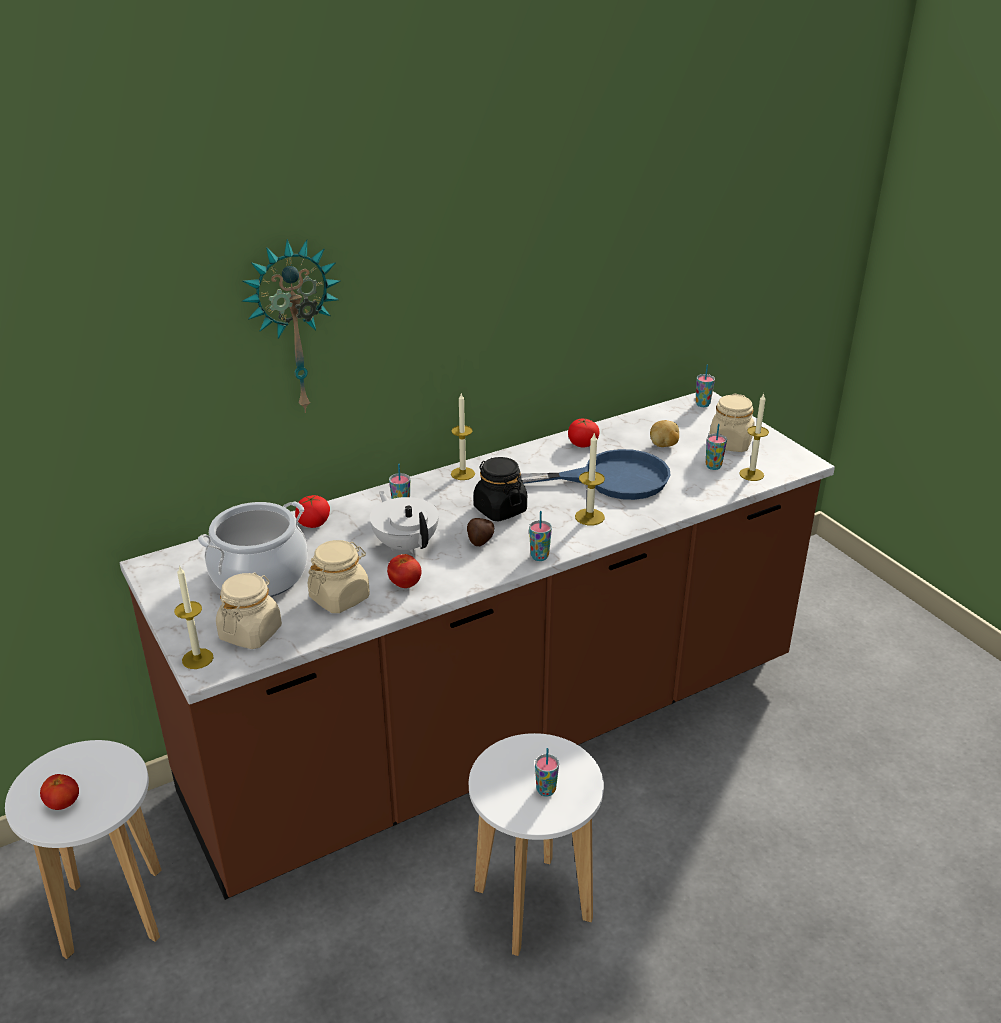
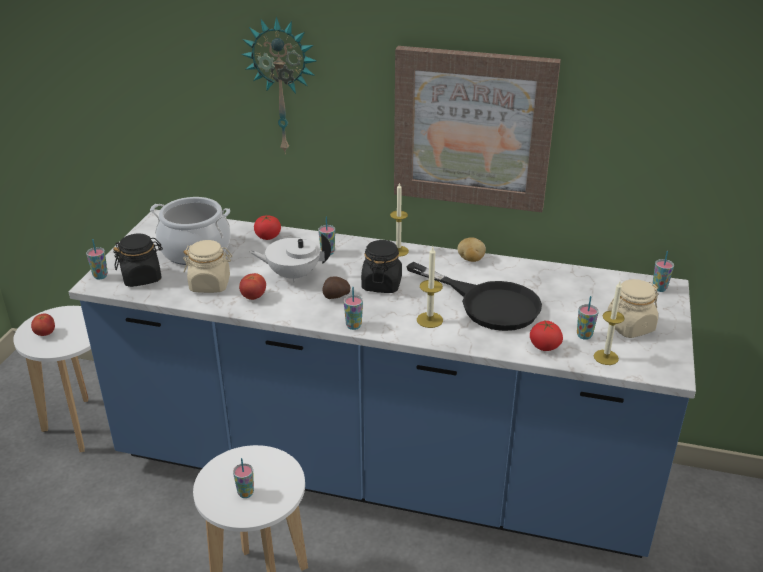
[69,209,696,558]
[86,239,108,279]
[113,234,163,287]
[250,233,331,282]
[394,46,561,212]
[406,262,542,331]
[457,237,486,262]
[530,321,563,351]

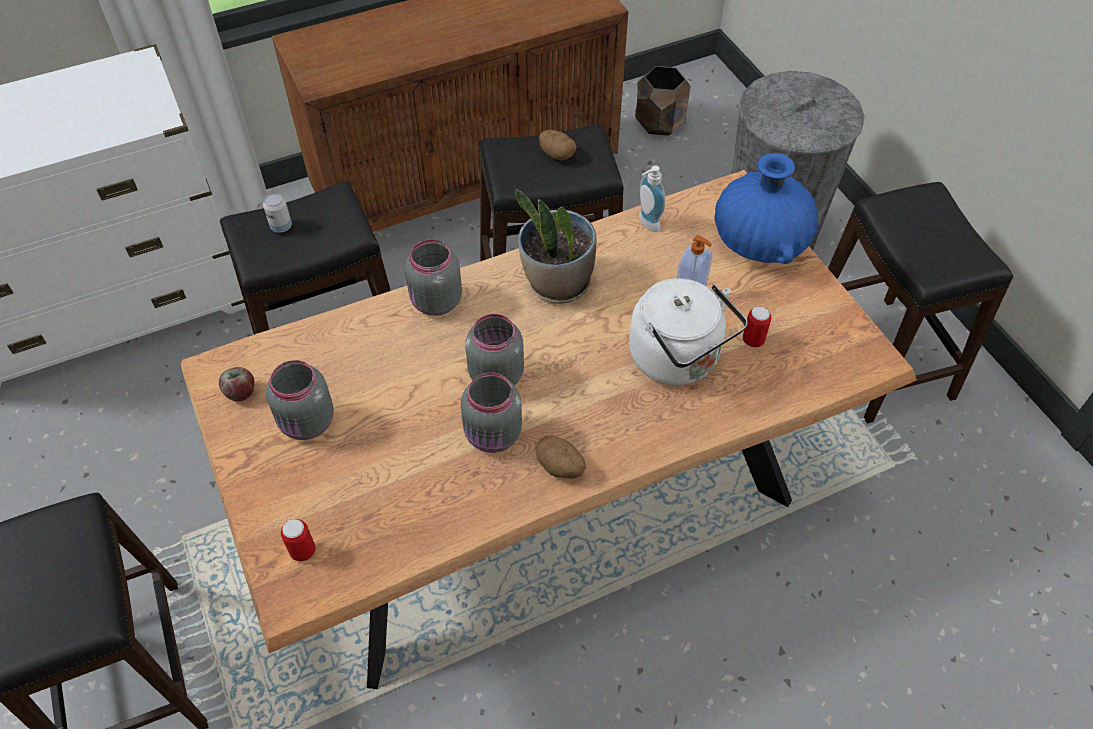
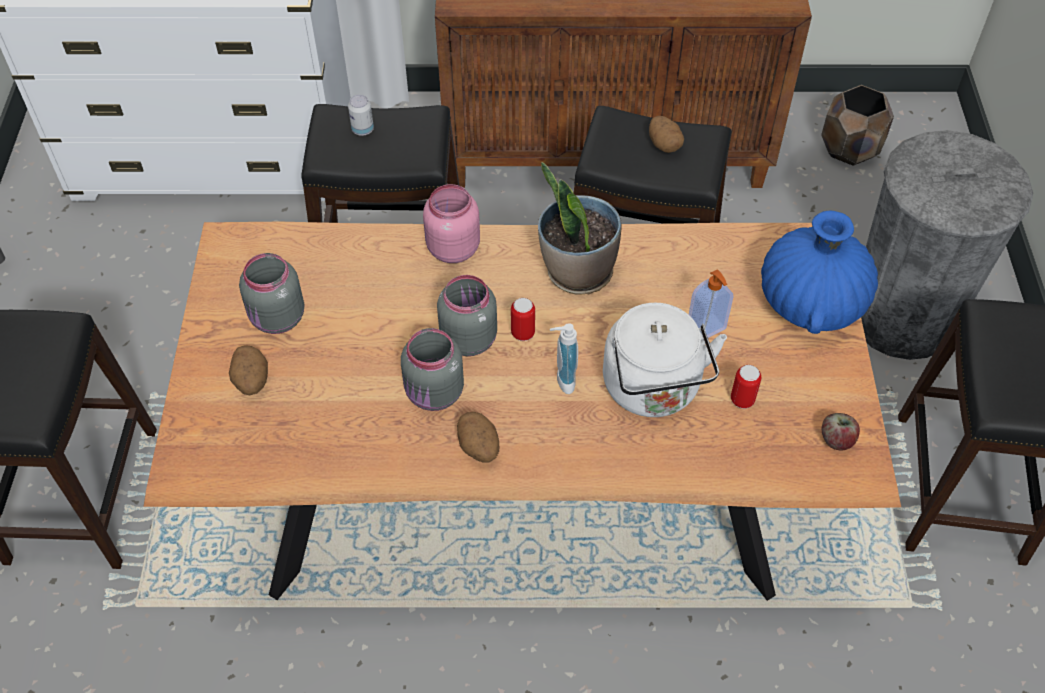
[229,345,268,395]
[423,184,480,263]
[511,298,535,341]
[550,323,578,394]
[822,413,860,451]

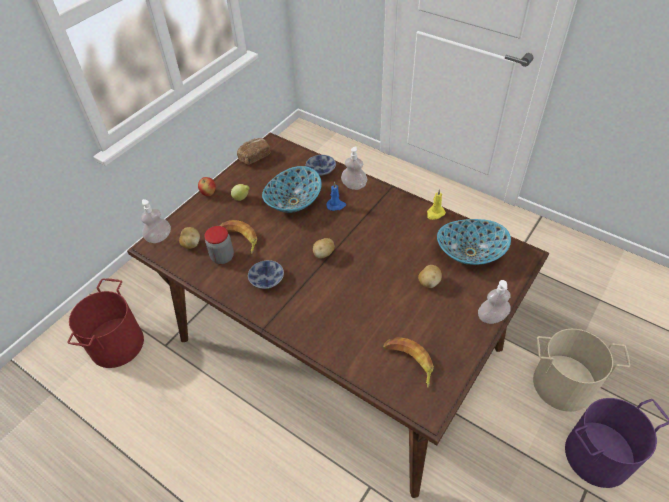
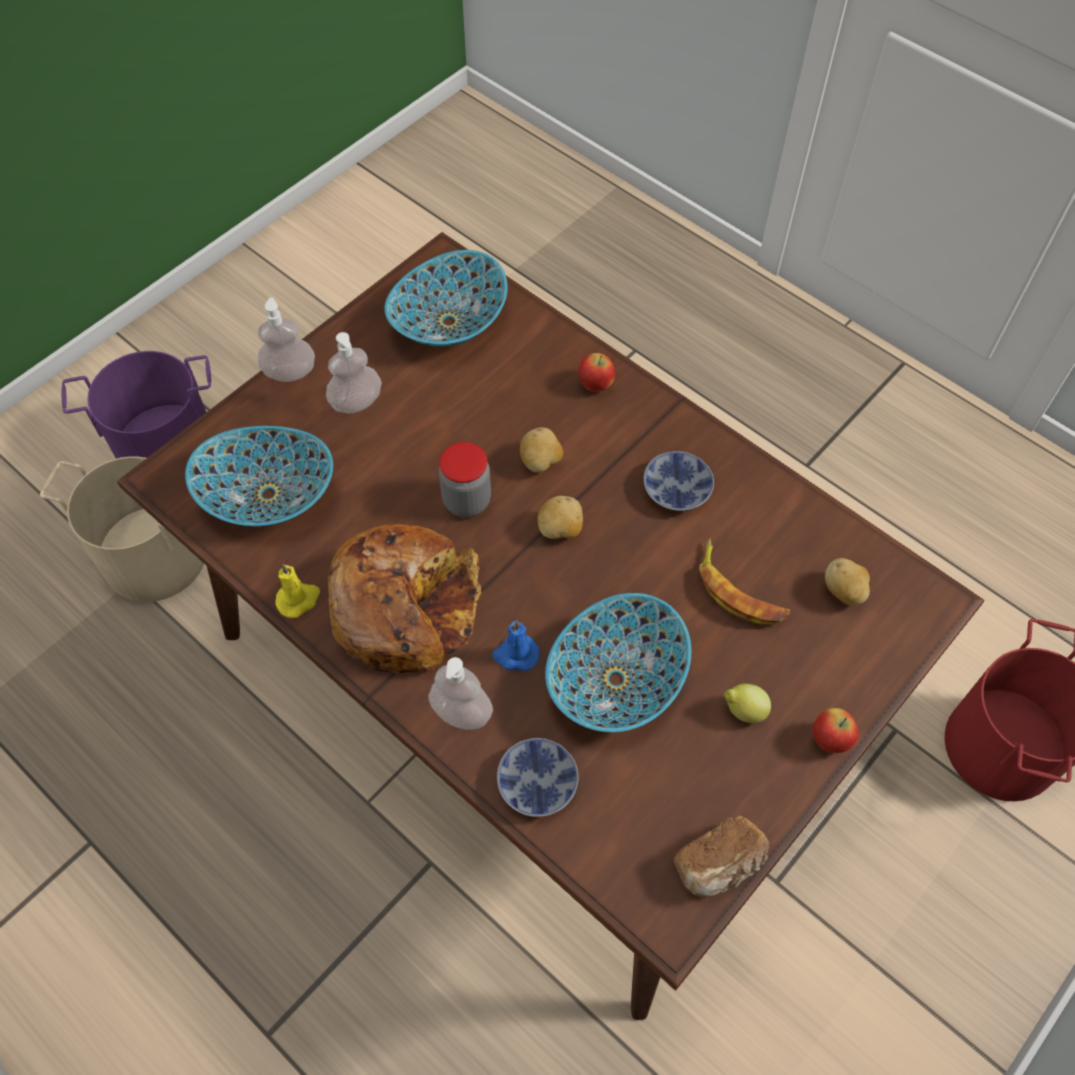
[326,332,382,413]
[328,524,481,674]
[384,250,508,347]
[439,442,491,517]
[520,427,563,473]
[578,353,615,392]

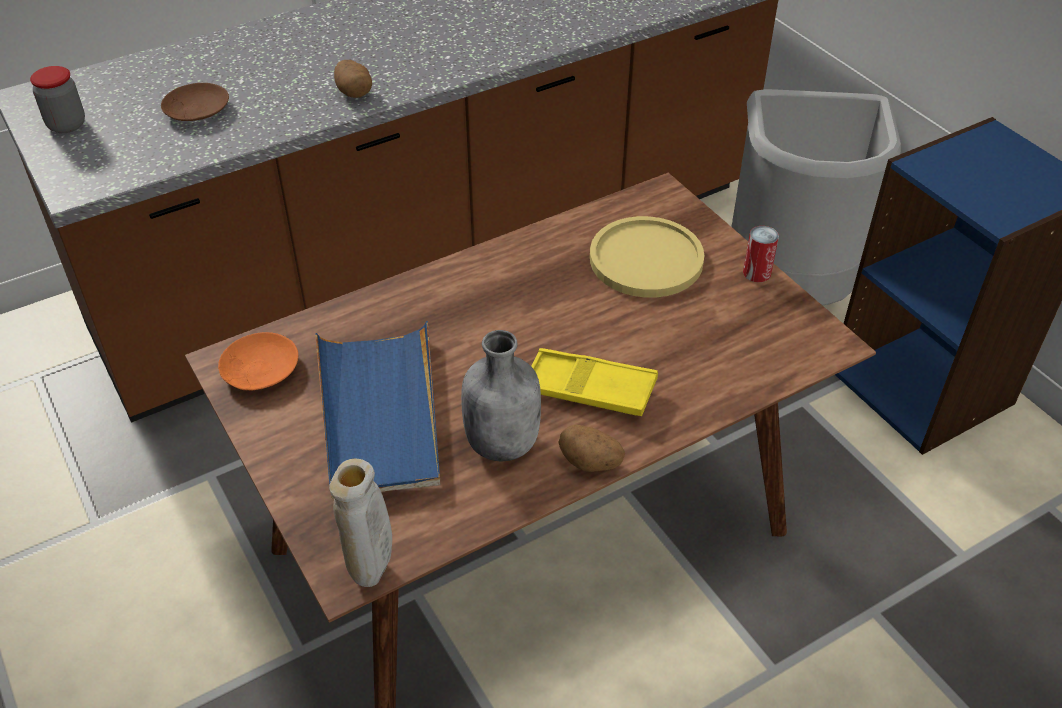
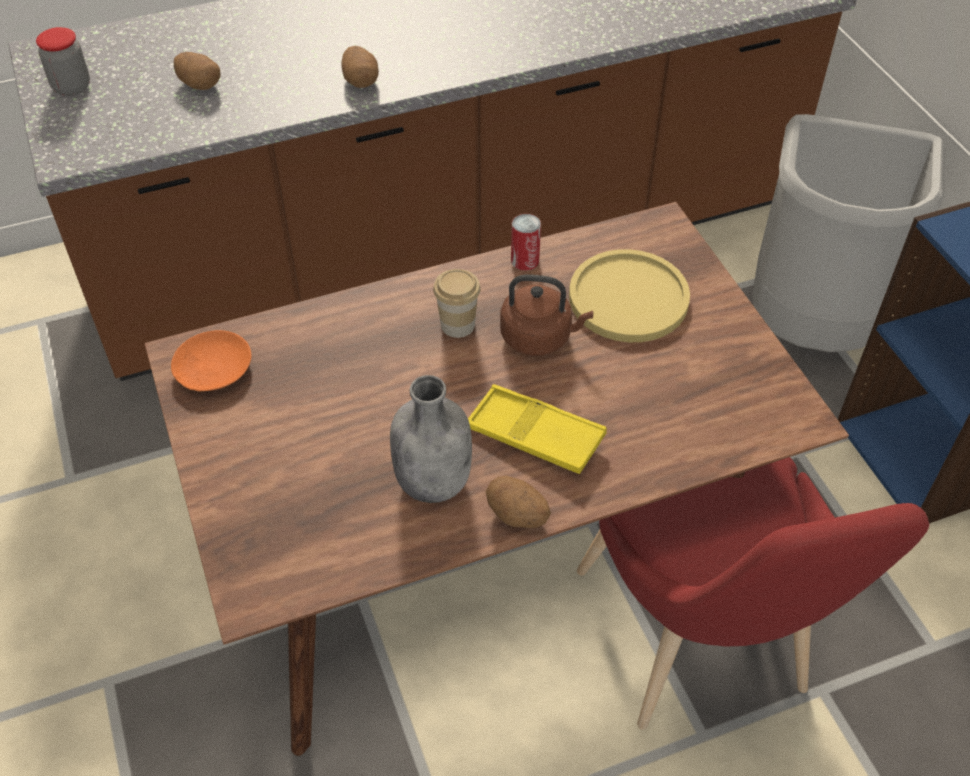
[174,52,221,90]
[433,269,481,338]
[500,274,593,356]
[511,214,541,271]
[577,457,929,730]
[315,321,440,499] (first image)
[329,459,392,587] (first image)

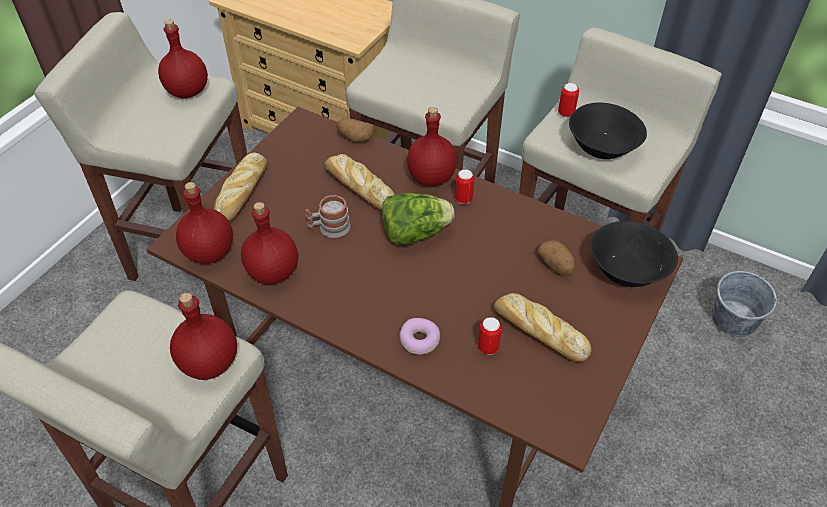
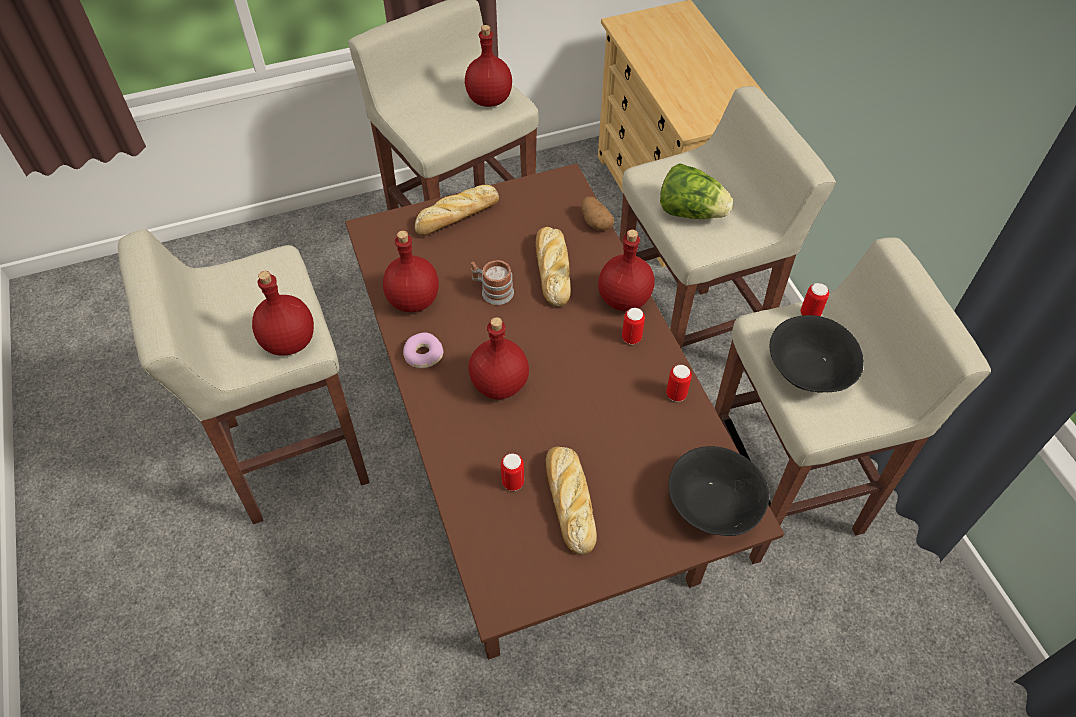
[403,332,443,368]
[468,317,529,400]
[660,164,733,219]
[666,365,692,402]
[537,240,575,275] (first image)
[711,271,778,337] (first image)

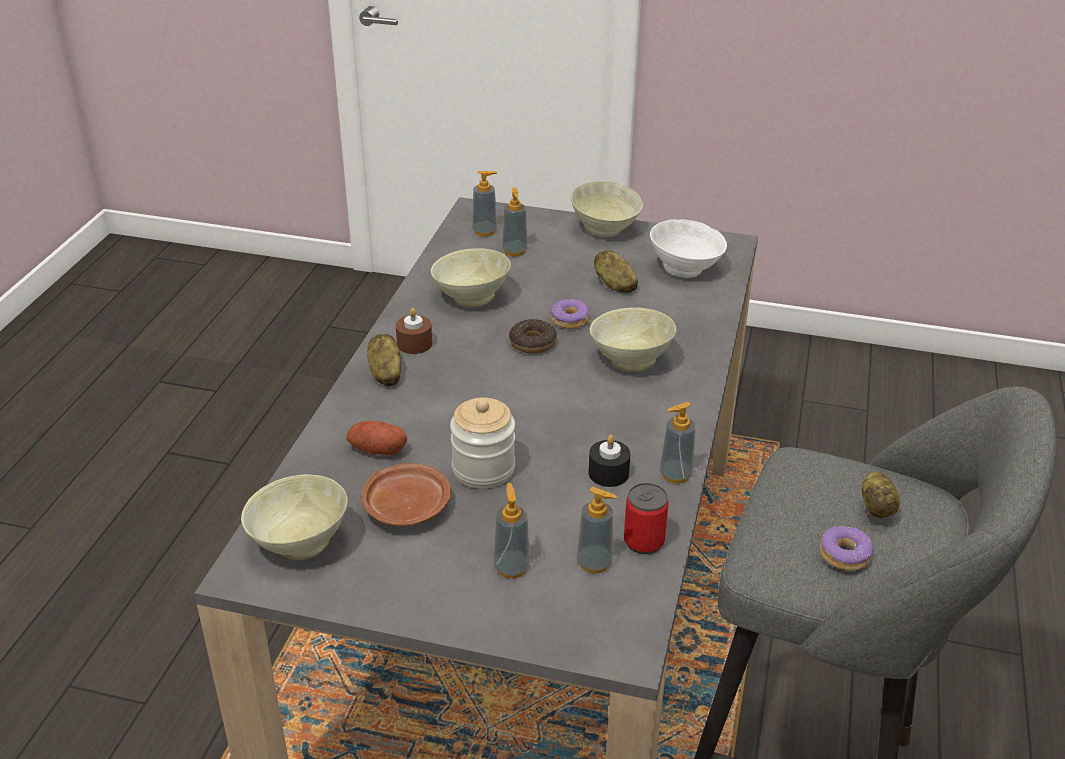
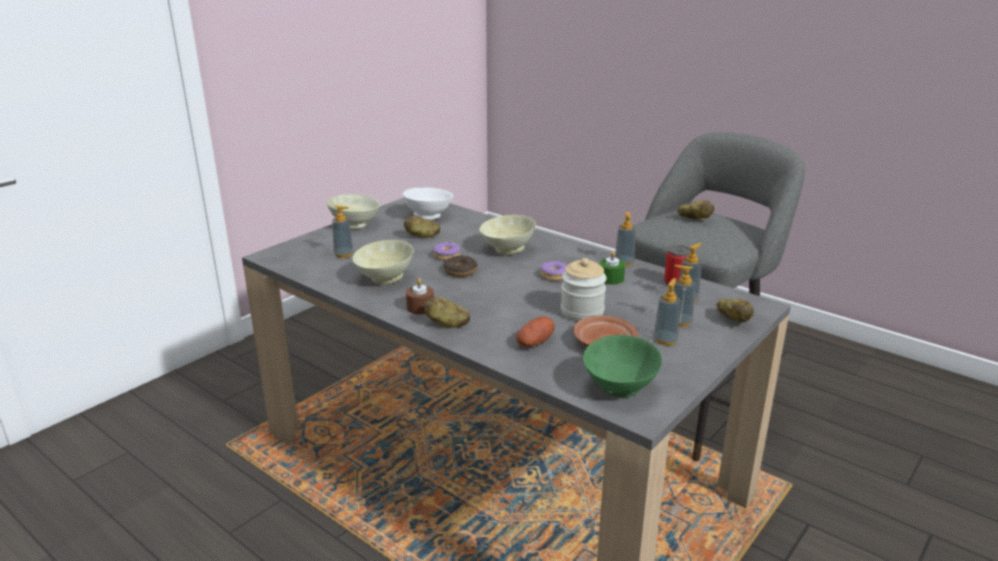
[540,261,567,281]
[583,335,662,397]
[599,251,625,285]
[653,278,681,345]
[717,299,754,323]

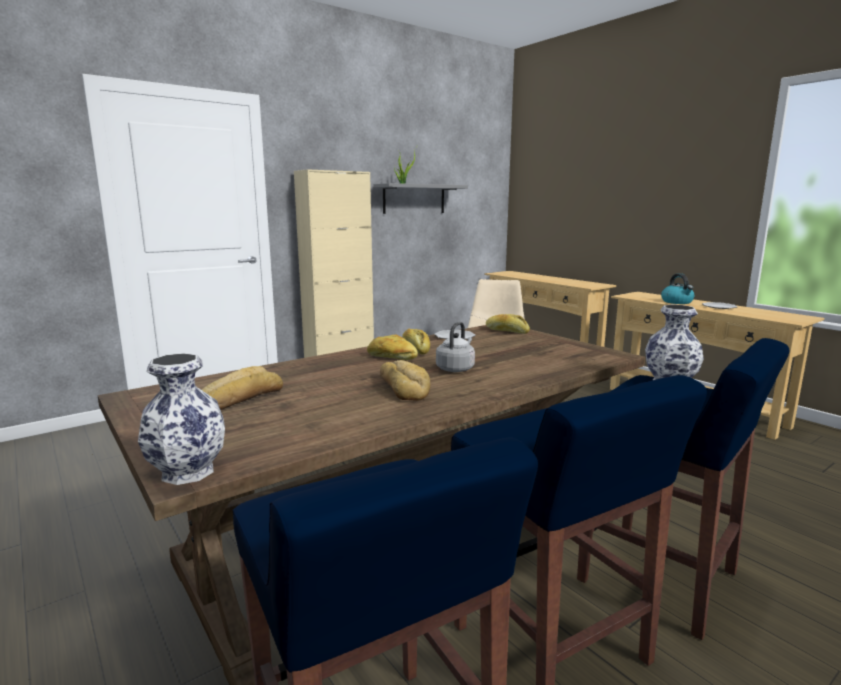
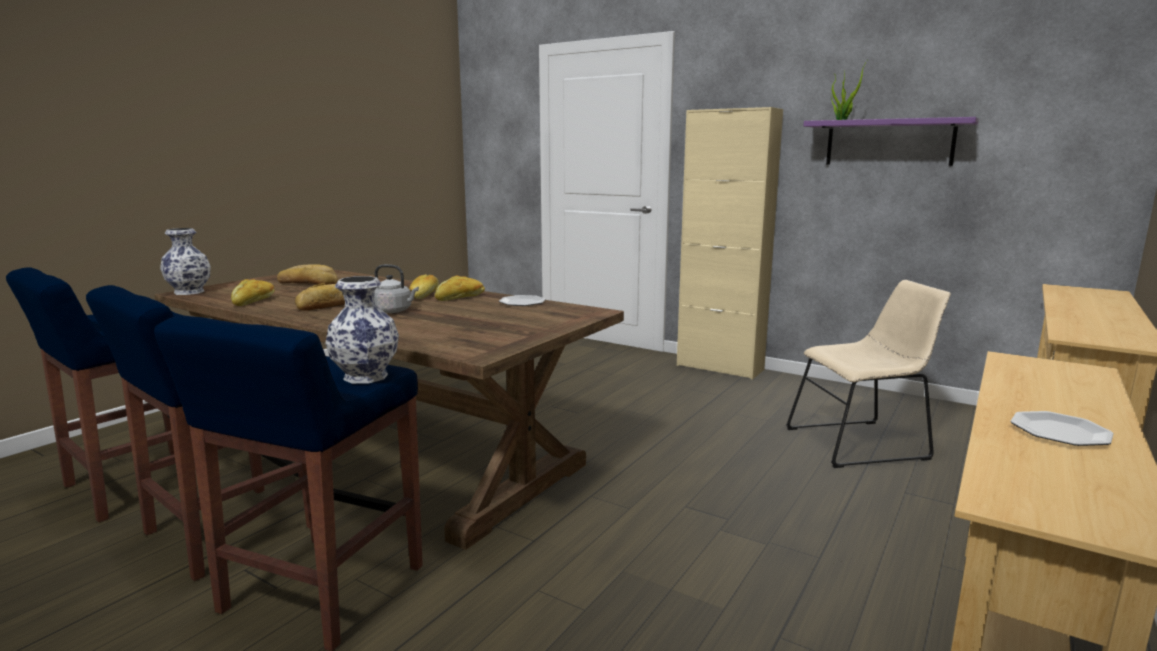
[231,279,275,306]
[804,117,979,166]
[661,273,694,304] (first image)

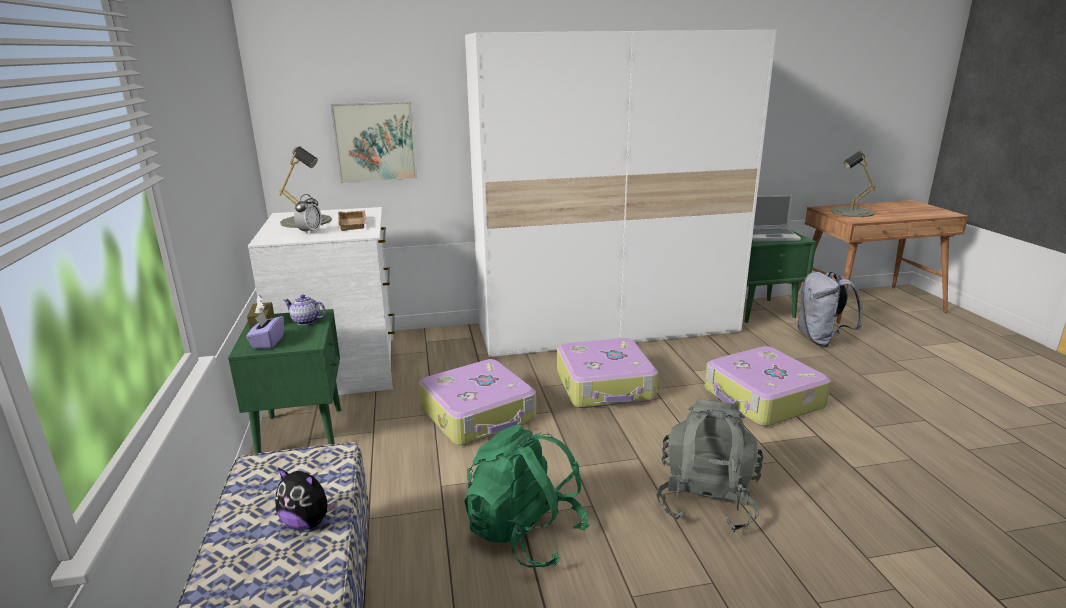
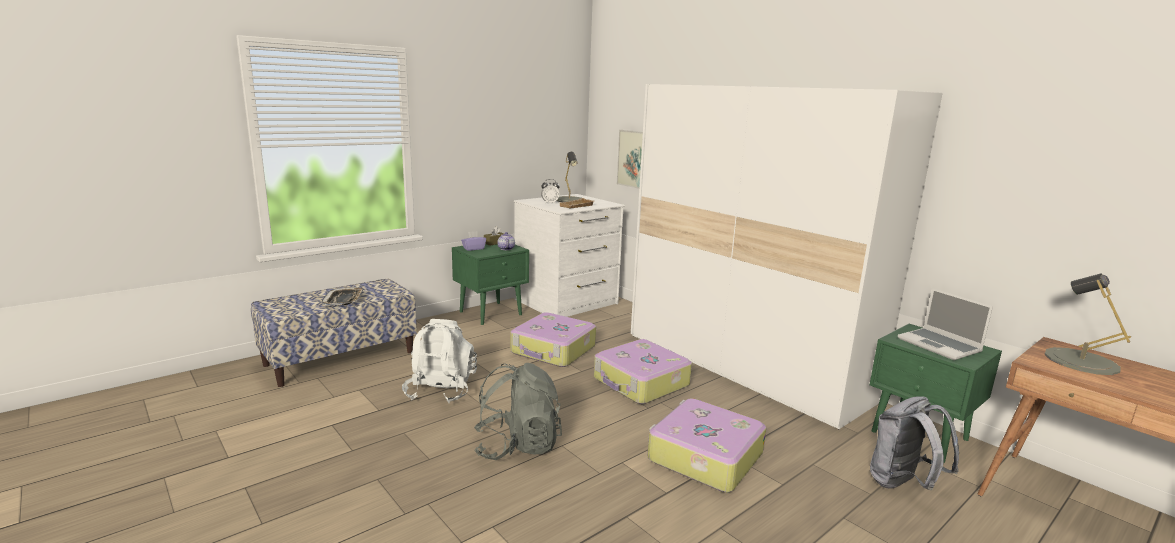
[322,287,364,306]
[402,319,477,403]

